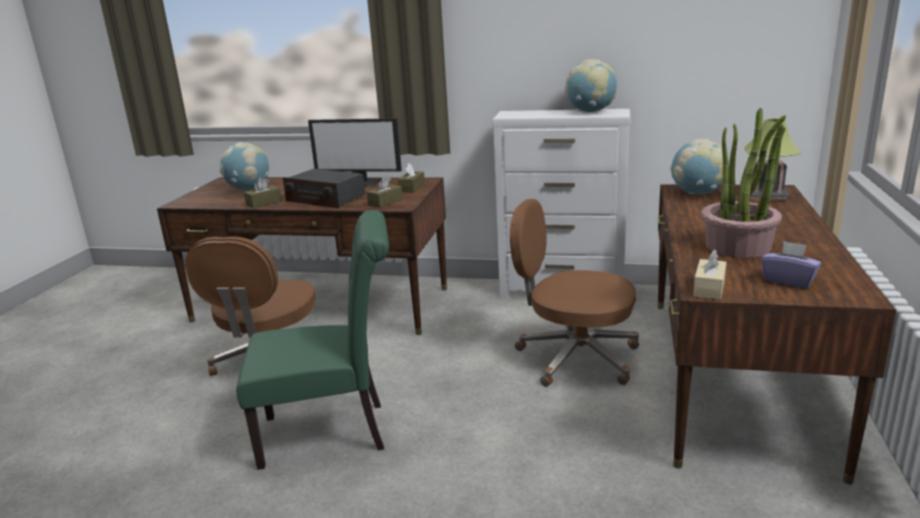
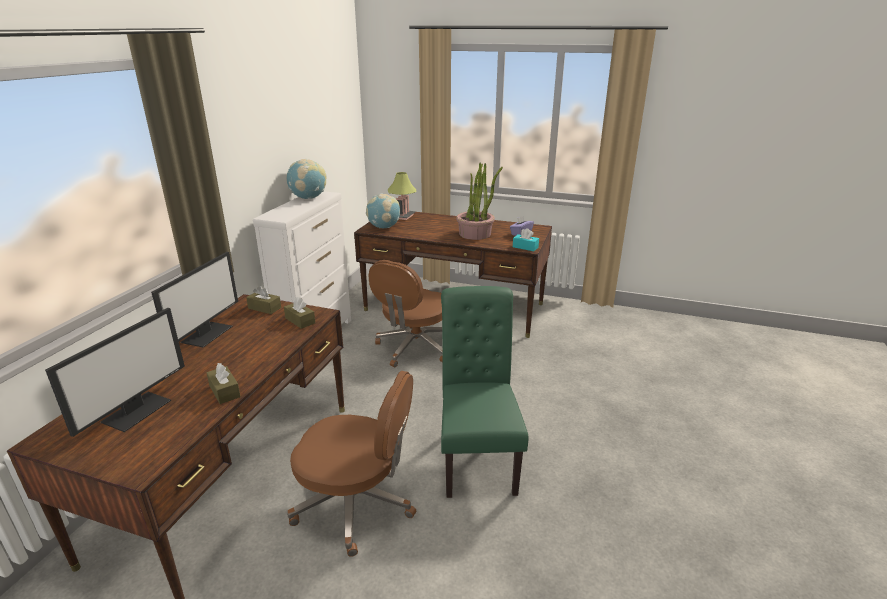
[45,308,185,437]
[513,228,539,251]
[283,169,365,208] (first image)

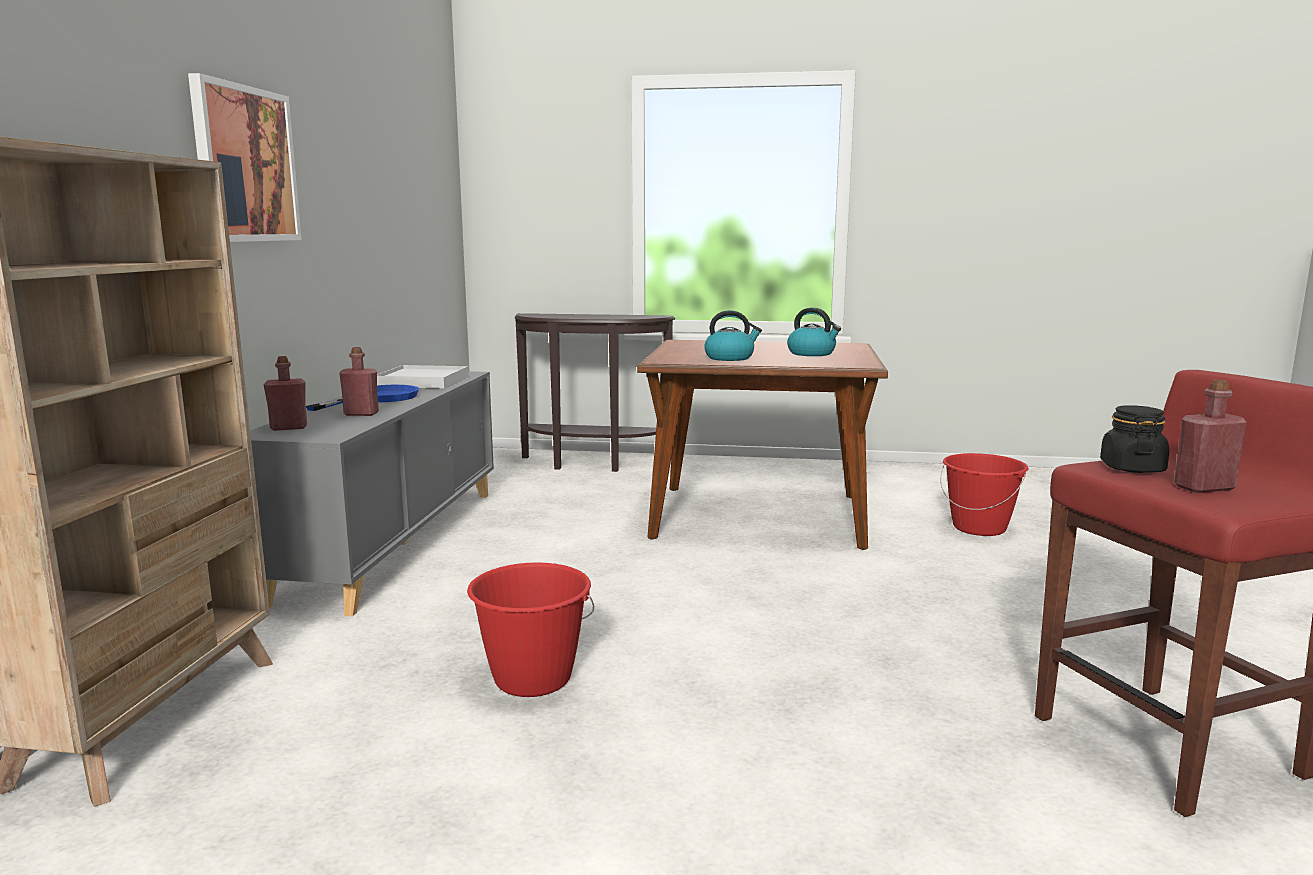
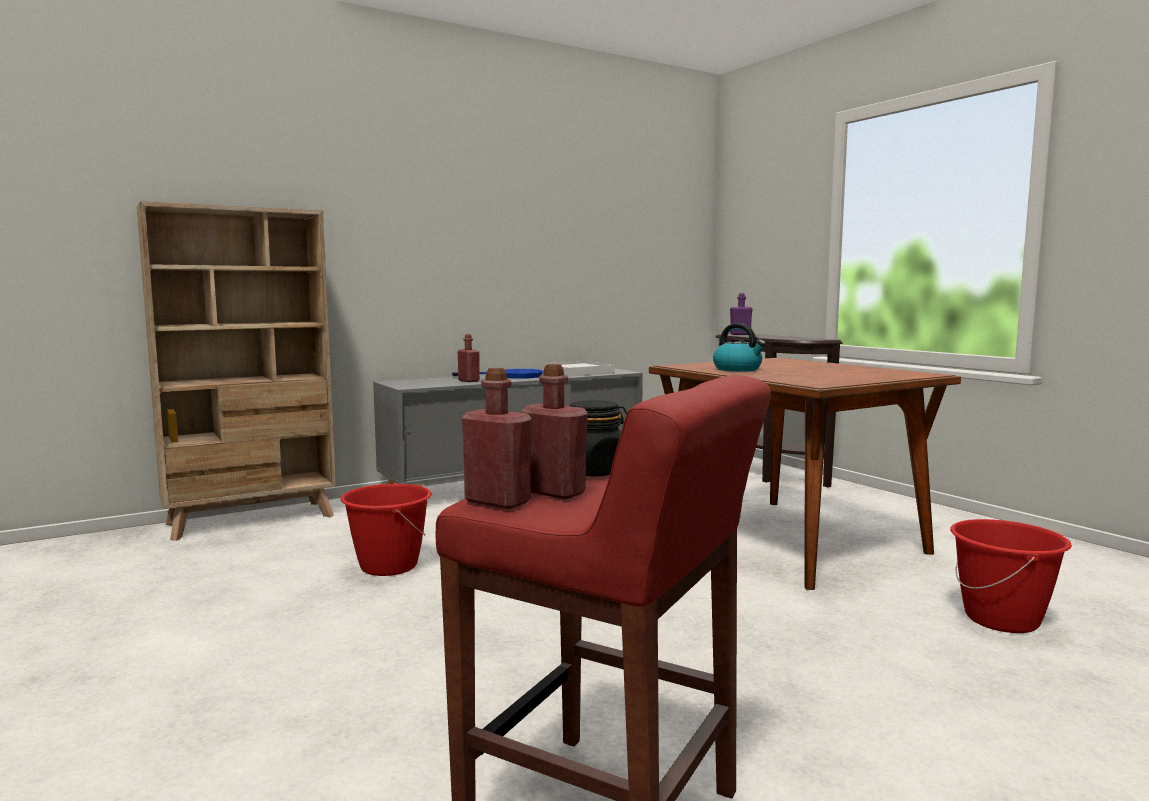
[462,368,532,509]
[730,293,752,335]
[188,73,302,242] (first image)
[787,308,841,356] (first image)

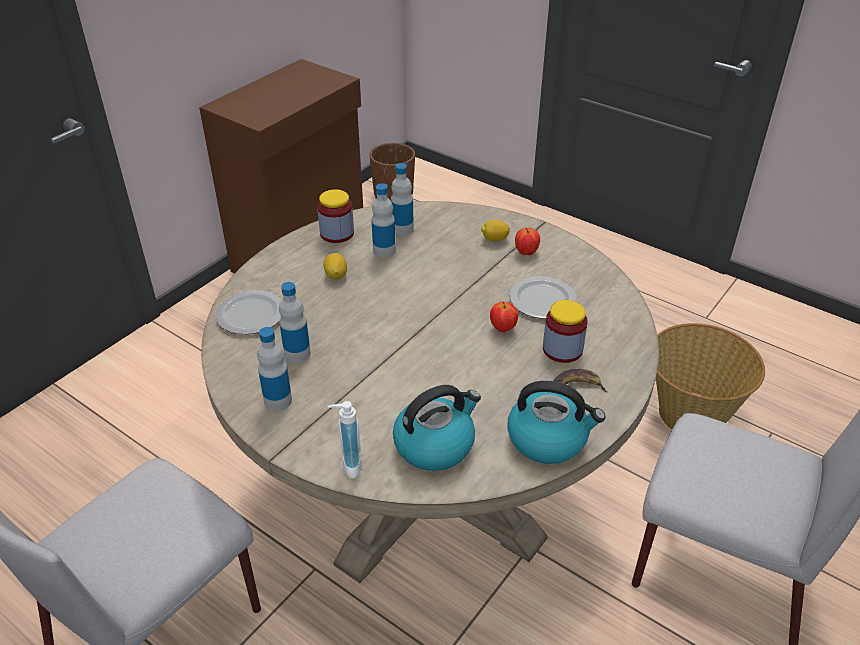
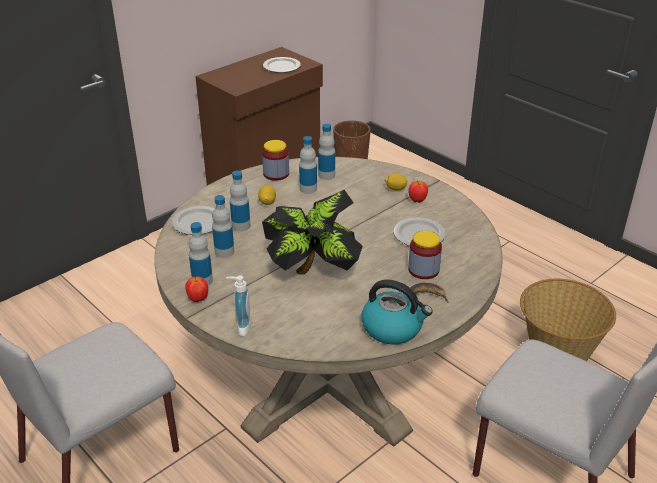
[186,276,208,302]
[230,170,250,231]
[262,190,363,275]
[263,57,301,73]
[393,385,481,471] (first image)

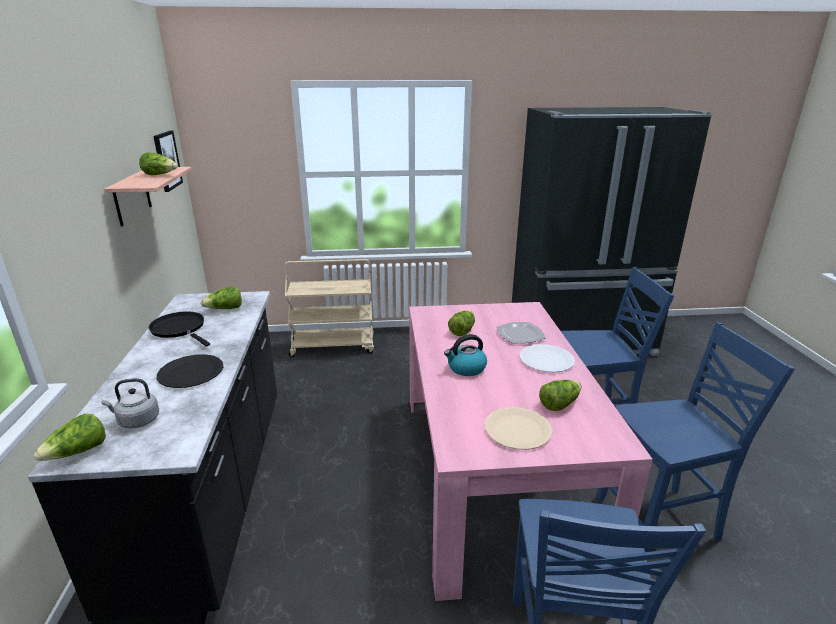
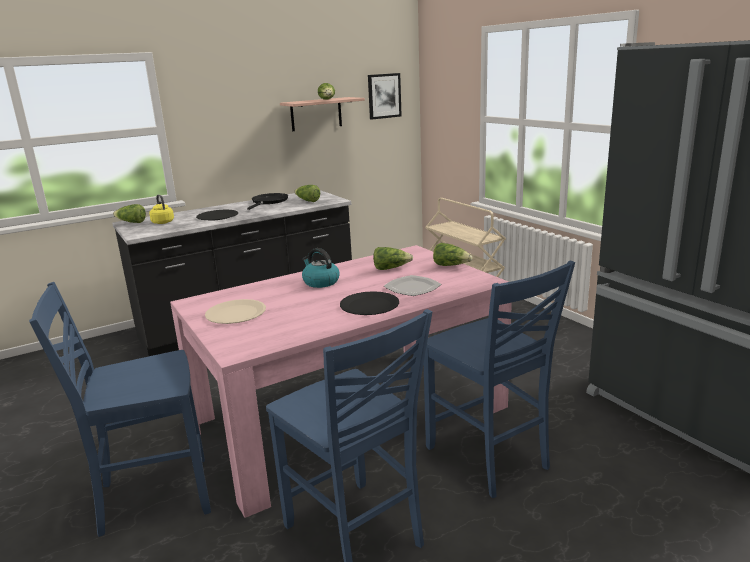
[149,195,174,224]
[340,291,399,315]
[433,243,473,266]

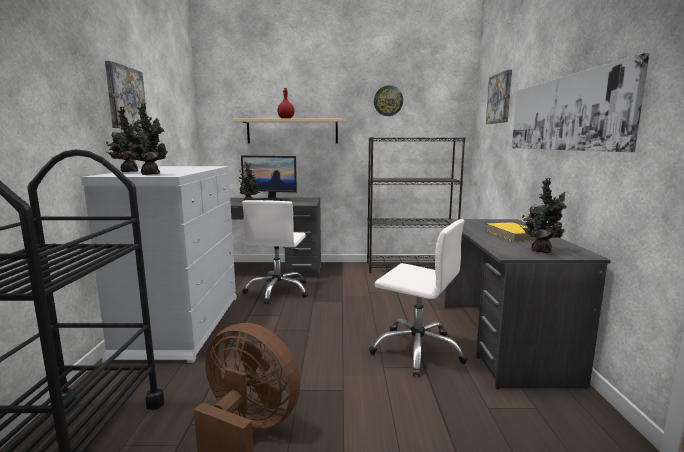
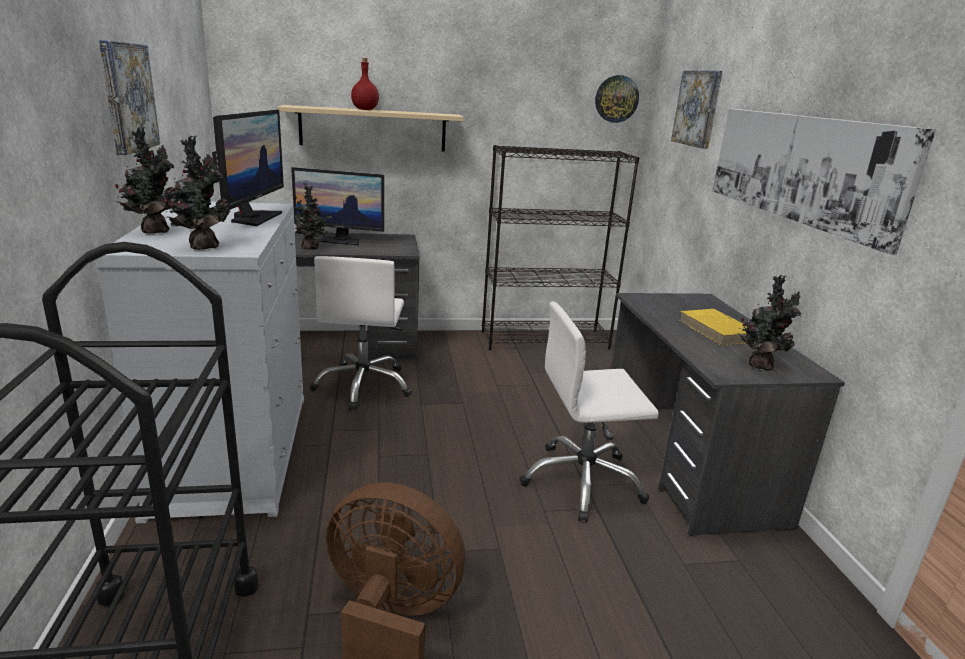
[212,110,284,226]
[519,302,659,522]
[595,75,639,123]

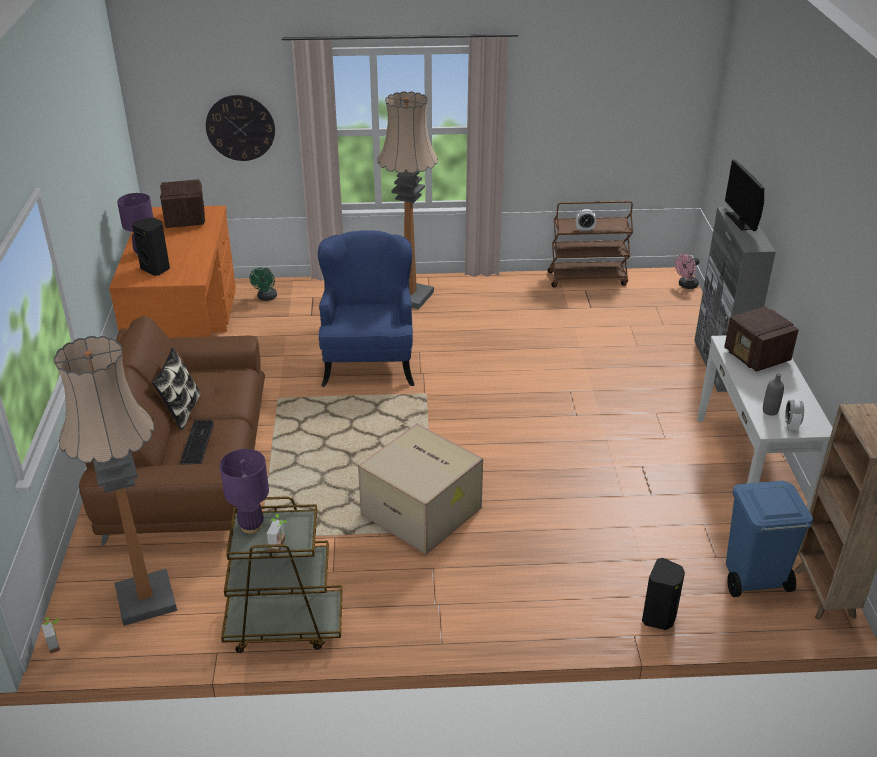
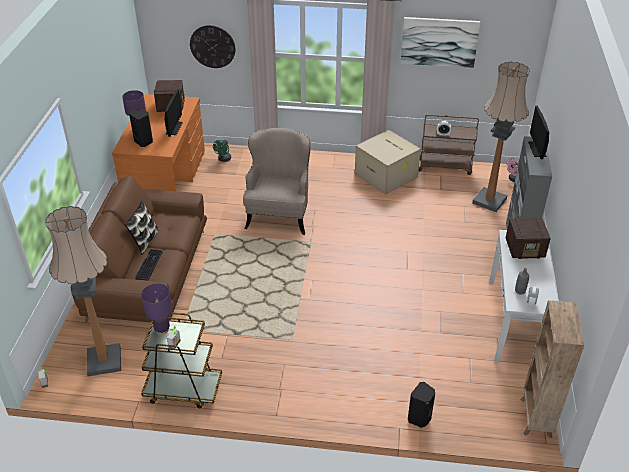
[165,89,183,137]
[243,128,311,235]
[355,130,421,194]
[401,17,480,68]
[472,62,530,212]
[506,217,551,259]
[726,481,813,597] (first image)

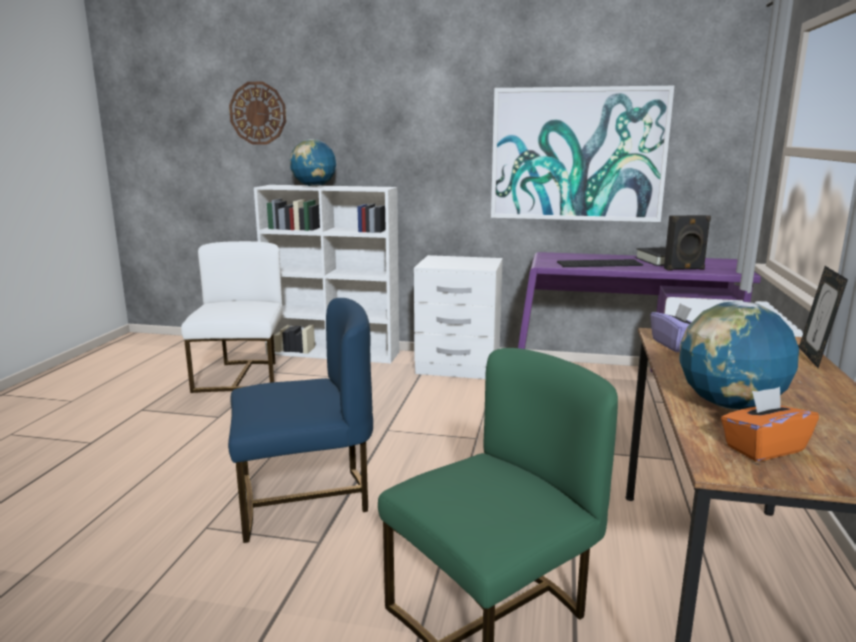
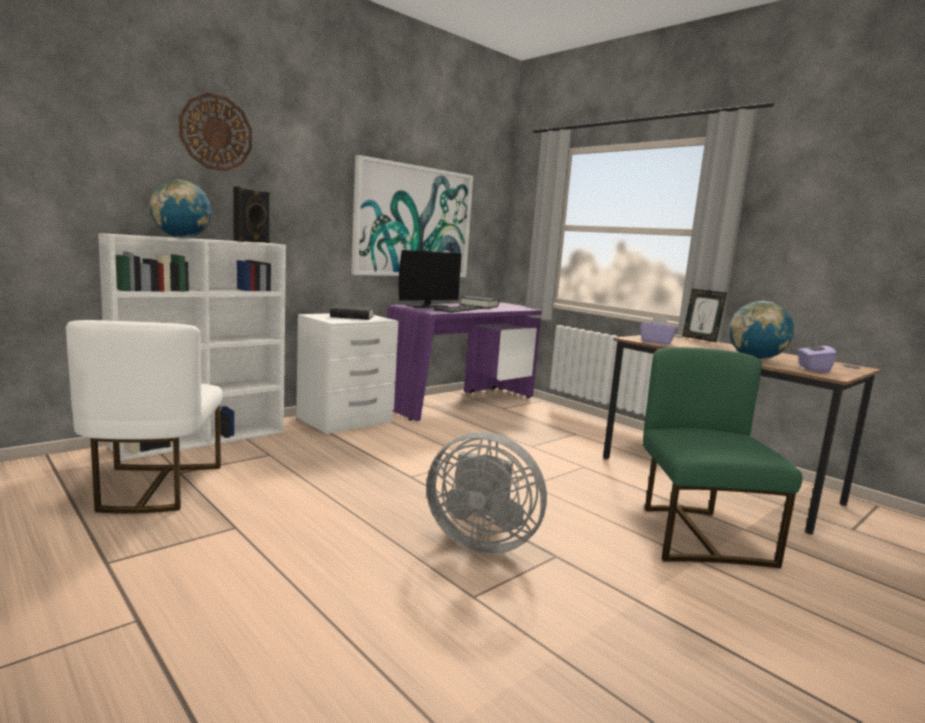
[66,320,223,514]
[179,93,252,171]
[233,186,270,243]
[330,305,374,320]
[398,250,462,308]
[426,432,547,554]
[797,337,837,372]

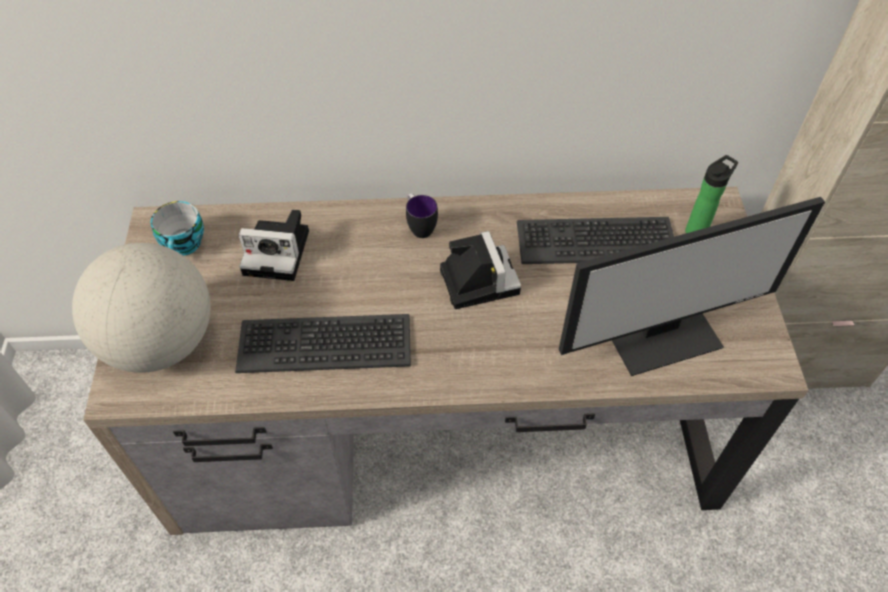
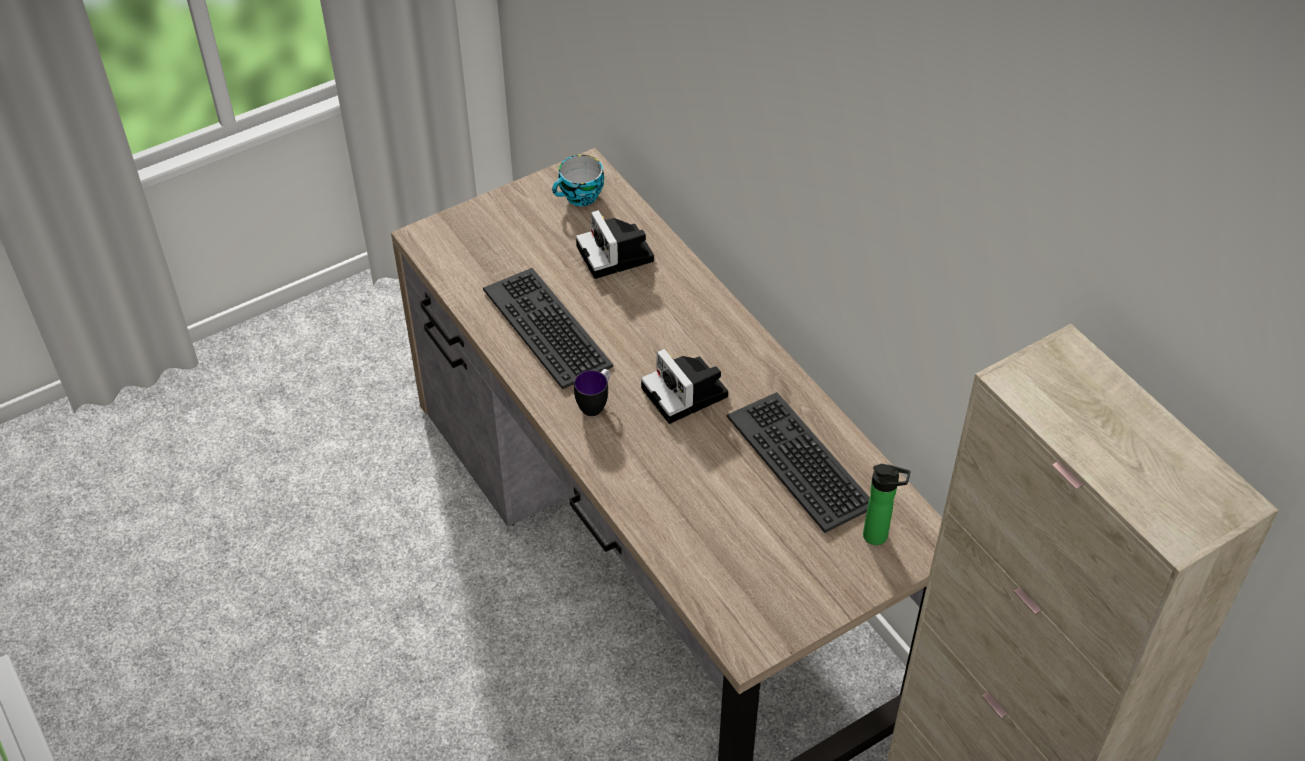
[574,369,610,416]
[641,349,728,424]
[72,243,210,373] (first image)
[559,197,825,376] (first image)

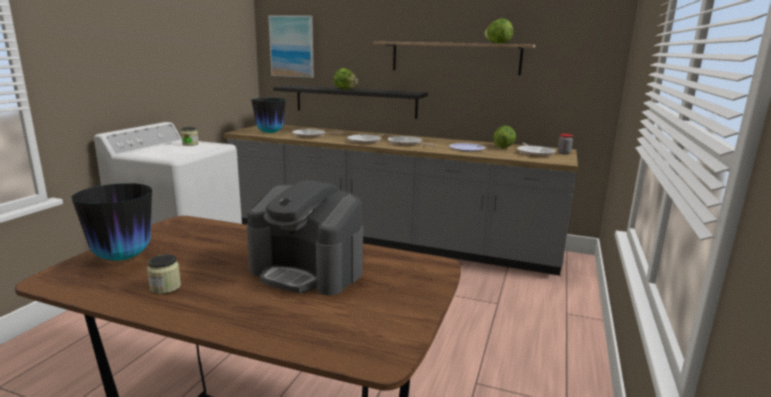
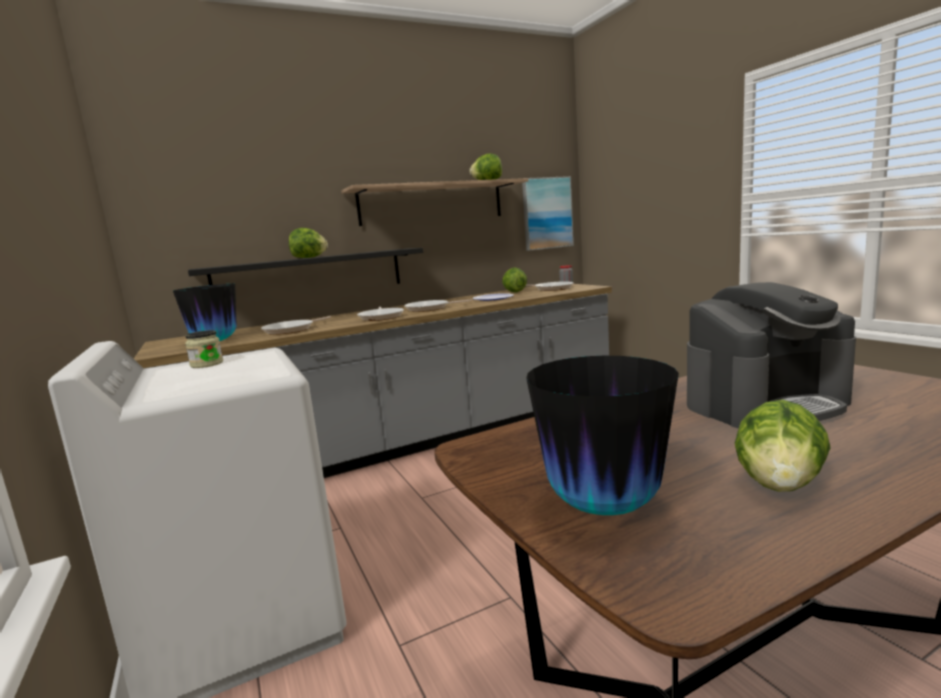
[522,176,574,251]
[735,400,831,492]

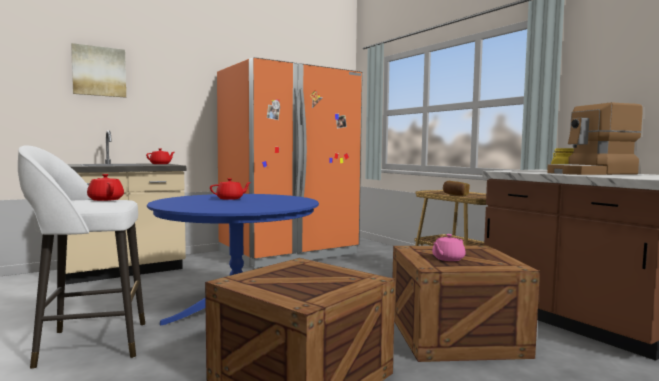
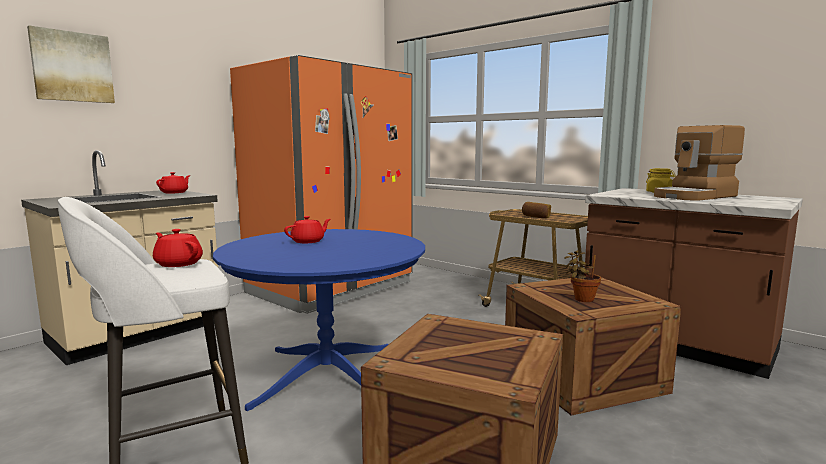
[564,250,601,302]

